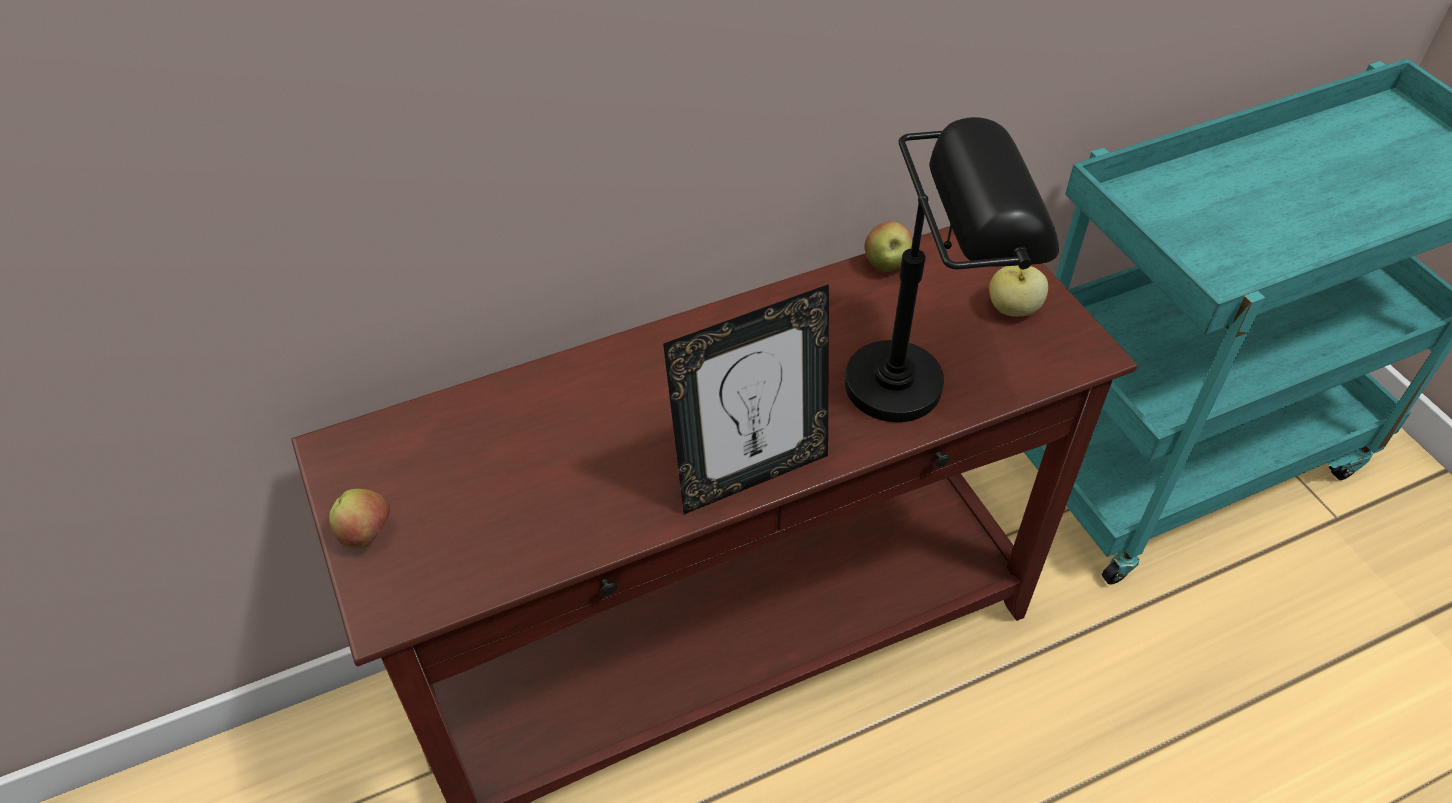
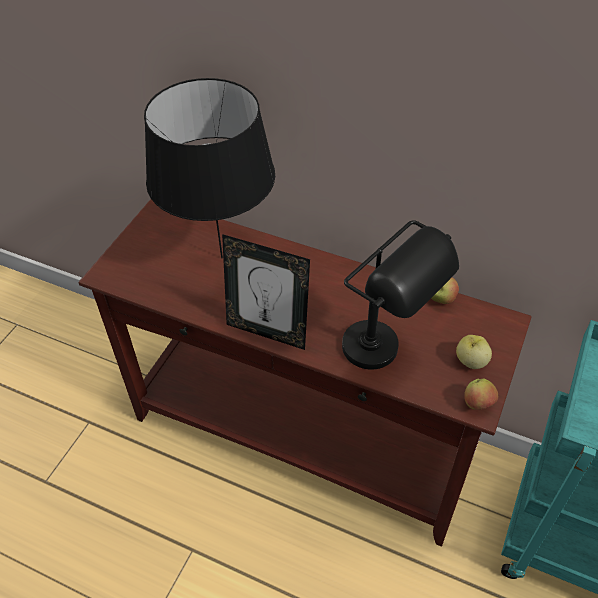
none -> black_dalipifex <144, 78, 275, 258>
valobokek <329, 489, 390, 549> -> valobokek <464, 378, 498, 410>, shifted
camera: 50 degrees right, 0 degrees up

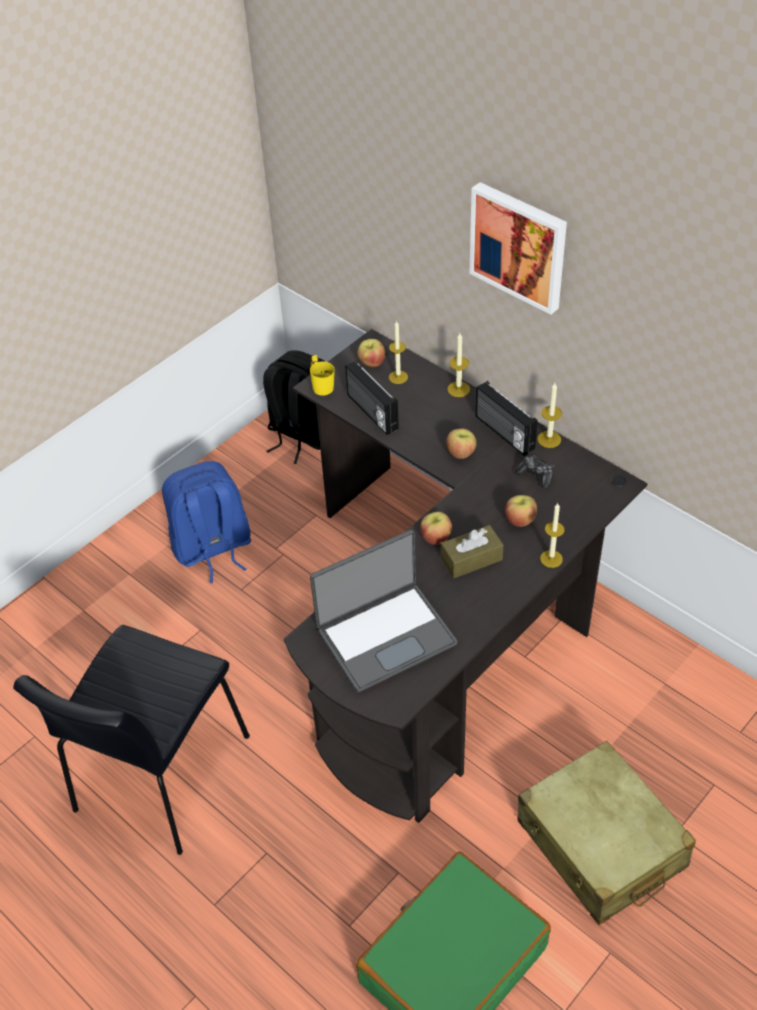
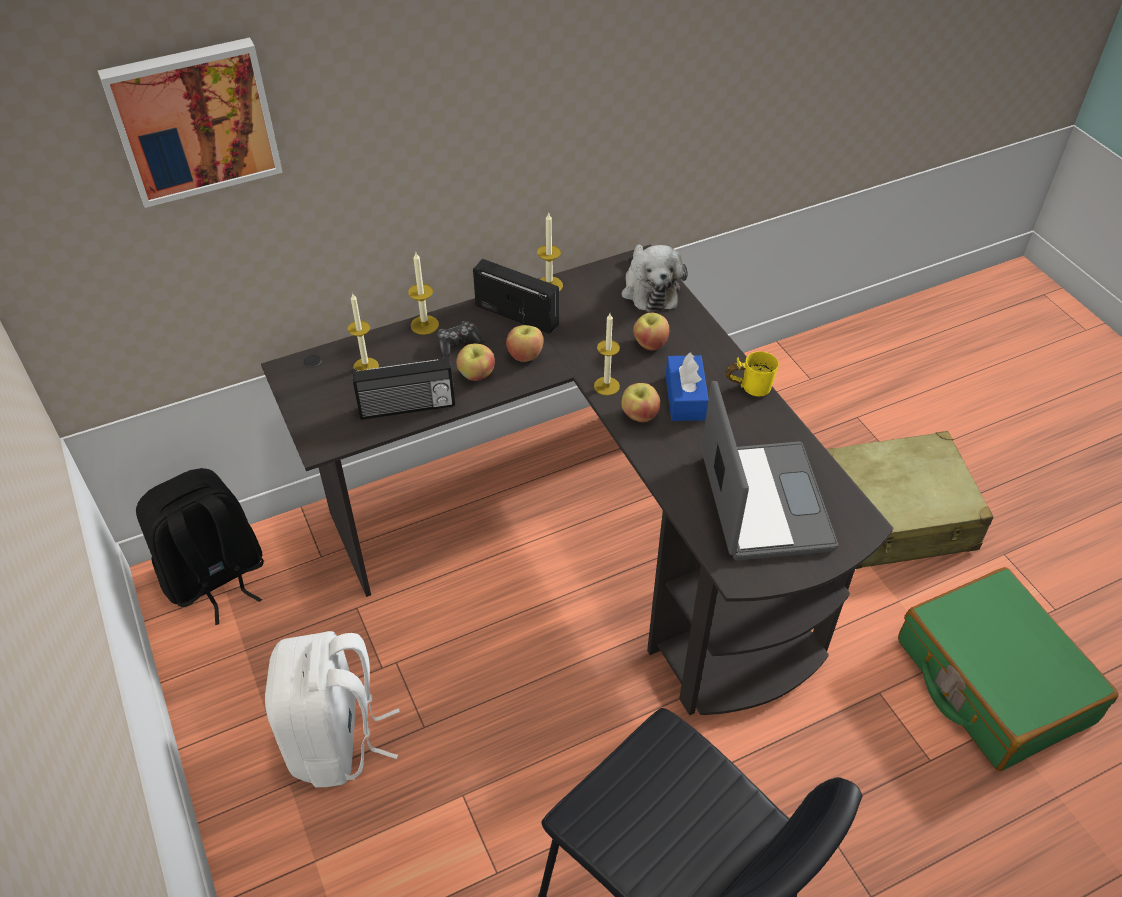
none -> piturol <622, 244, 688, 312>
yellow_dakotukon <310, 355, 335, 396> -> yellow_dakotukon <726, 351, 779, 396>, shifted
valobokek <358, 339, 385, 367> -> valobokek <456, 344, 495, 381>, shifted
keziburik <470, 182, 567, 315> -> keziburik <98, 37, 283, 208>, shifted
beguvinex <515, 455, 554, 489> -> beguvinex <437, 321, 485, 357>, shifted
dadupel <540, 503, 565, 568> -> dadupel <594, 313, 620, 396>, shifted
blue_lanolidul <162, 461, 251, 584> -> white_lanolidul <265, 631, 400, 788>
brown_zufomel <441, 525, 504, 578> -> blue_zufomel <665, 352, 709, 421>
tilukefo <476, 381, 537, 456> -> tilukefo <473, 259, 559, 334>, 135 degrees counterclockwise
camera: 70 degrees left, 0 degrees up

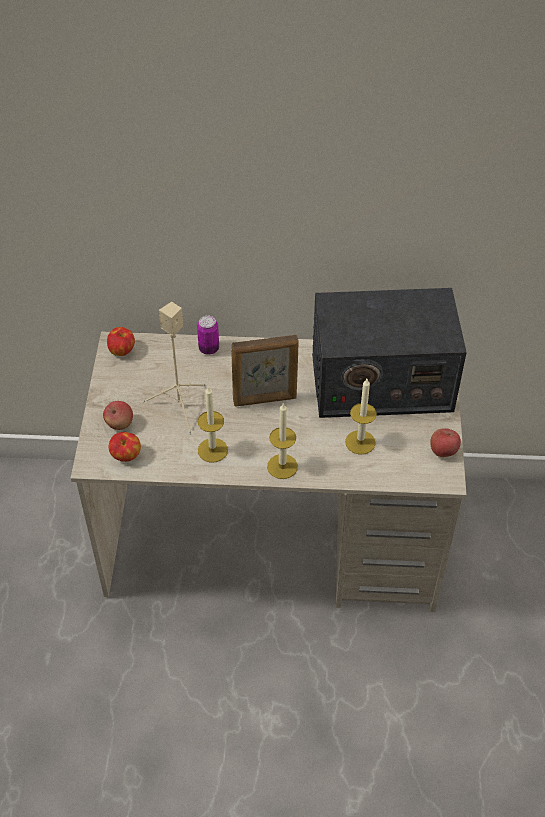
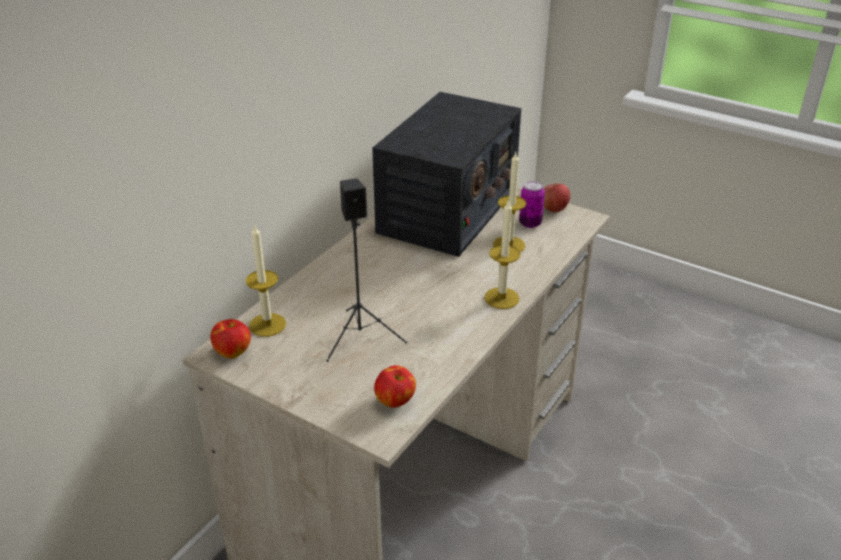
valobokek <103, 401, 133, 430> -> none
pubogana <231, 335, 299, 407> -> none
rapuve <197, 316, 219, 355> -> rapuve <519, 181, 545, 228>, shifted
dadupel <198, 386, 228, 463> -> dadupel <245, 223, 286, 337>, shifted
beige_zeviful <143, 302, 205, 435> -> black_zeviful <326, 178, 407, 362>
camera: 60 degrees left, 15 degrees down

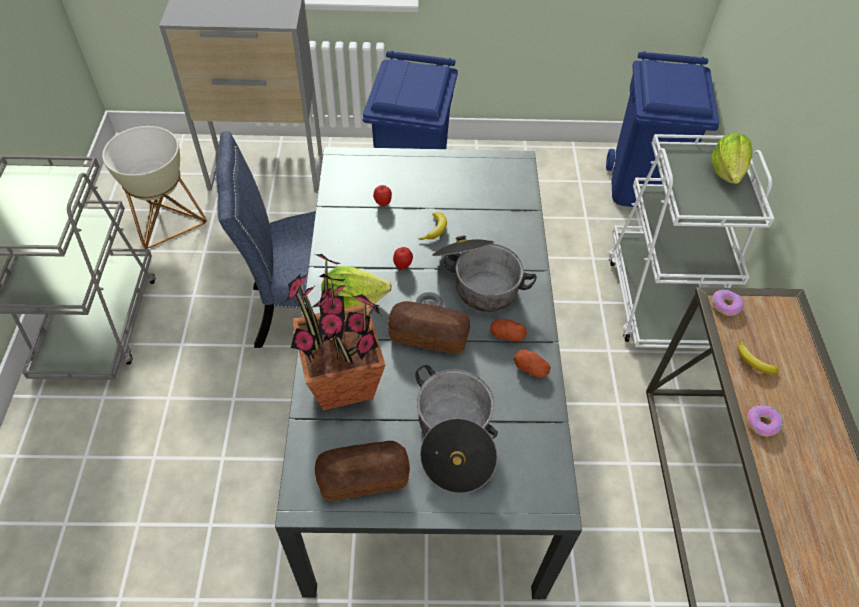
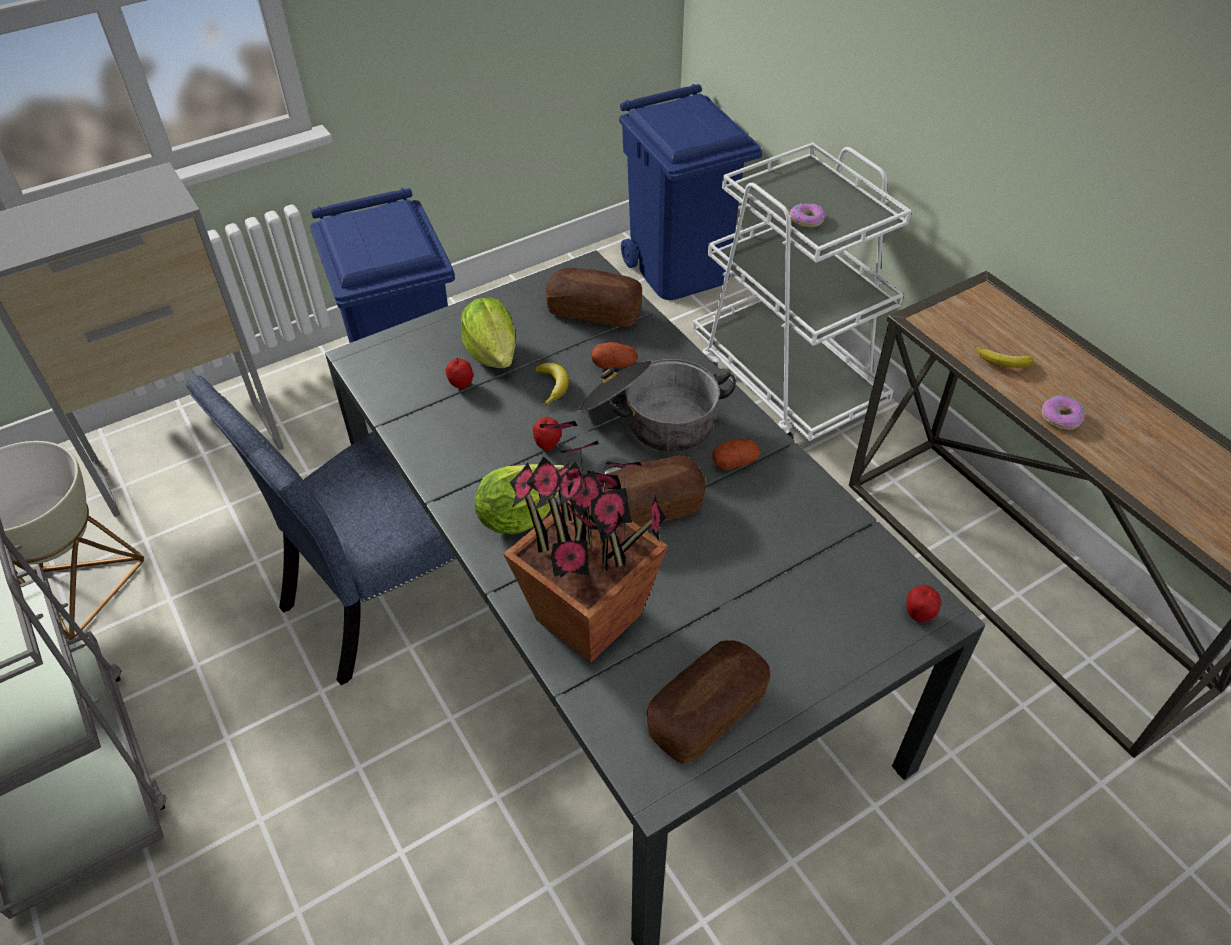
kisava <415, 365, 498, 493> -> none
none -> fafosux <545, 268, 642, 327>
none -> valobokek <906, 585, 941, 623>
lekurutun <514, 350, 551, 378> -> lekurutun <592, 342, 637, 369>, shifted
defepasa <712, 133, 752, 184> -> defepasa <461, 298, 515, 368>, shifted
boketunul <712, 290, 744, 316> -> boketunul <790, 203, 825, 227>, shifted
camera: 30 degrees left, 5 degrees down

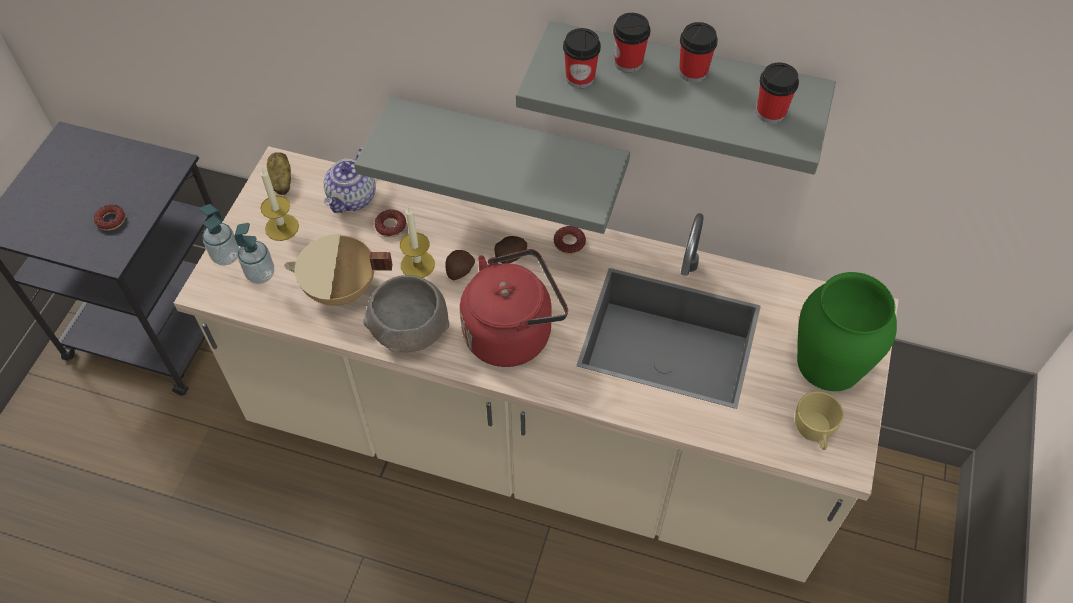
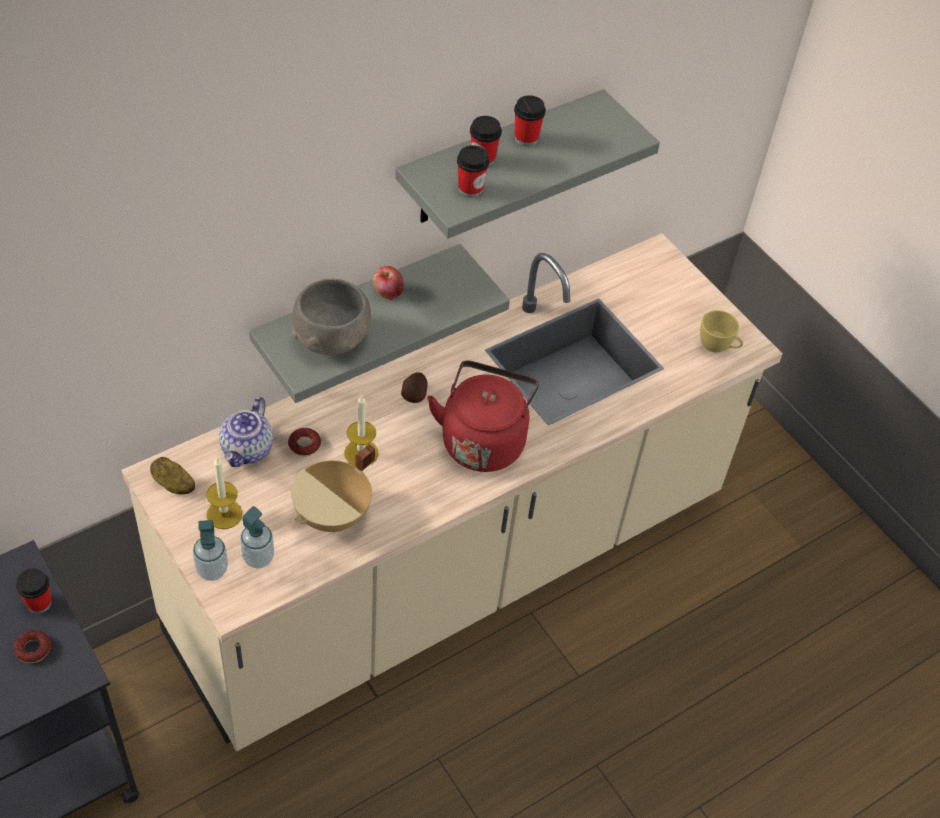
lekurutun <445, 250, 475, 280> -> none
boketunul <554, 226, 586, 254> -> none
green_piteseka <797, 272, 897, 391> -> none
none -> valobokek <373, 266, 404, 300>
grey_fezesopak <363, 275, 450, 353> -> grey_fezesopak <292, 279, 371, 355>, shifted
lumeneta <757, 63, 799, 124> -> lumeneta <16, 568, 52, 614>, shifted
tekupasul <324, 147, 376, 213> -> tekupasul <219, 397, 273, 467>, 45 degrees clockwise
camera: 55 degrees left, 5 degrees down

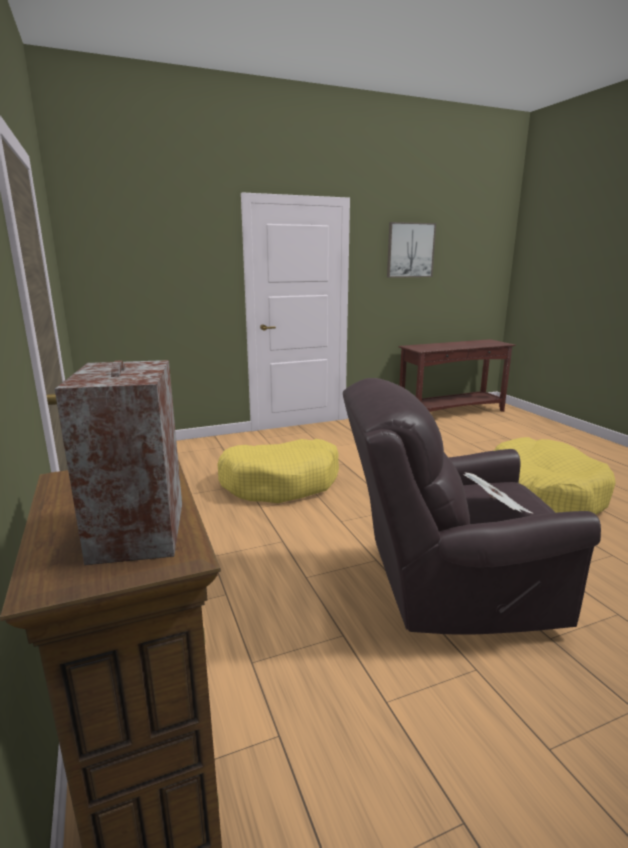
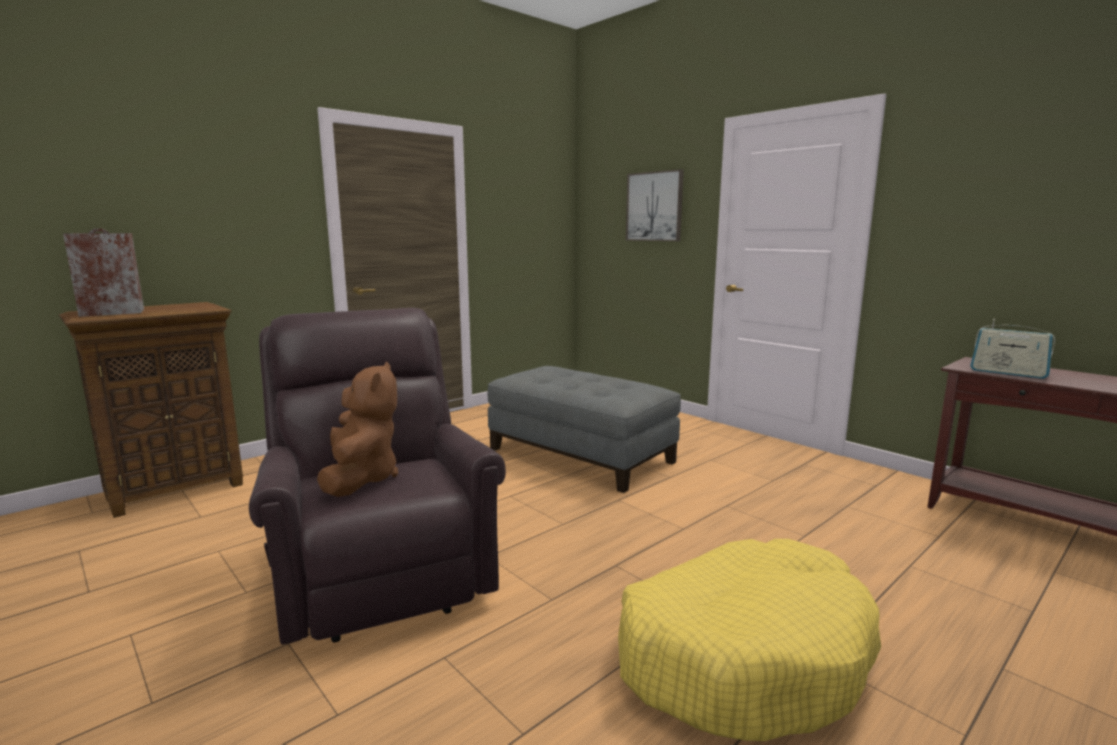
none -> tilukefo <970, 319, 1055, 379>
keziburik <387, 222, 436, 278> -> keziburik <626, 169, 684, 241>, shifted
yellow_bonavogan <217, 439, 339, 503> -> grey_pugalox <488, 366, 681, 493>
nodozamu <463, 472, 533, 513> -> brown_piturol <317, 362, 398, 497>
camera: 70 degrees right, 5 degrees down

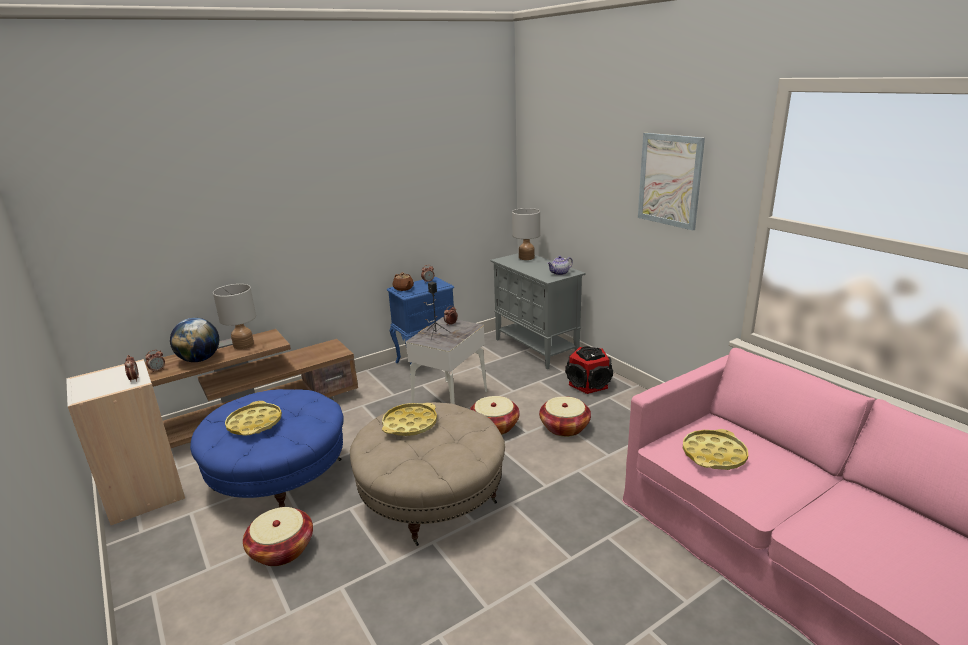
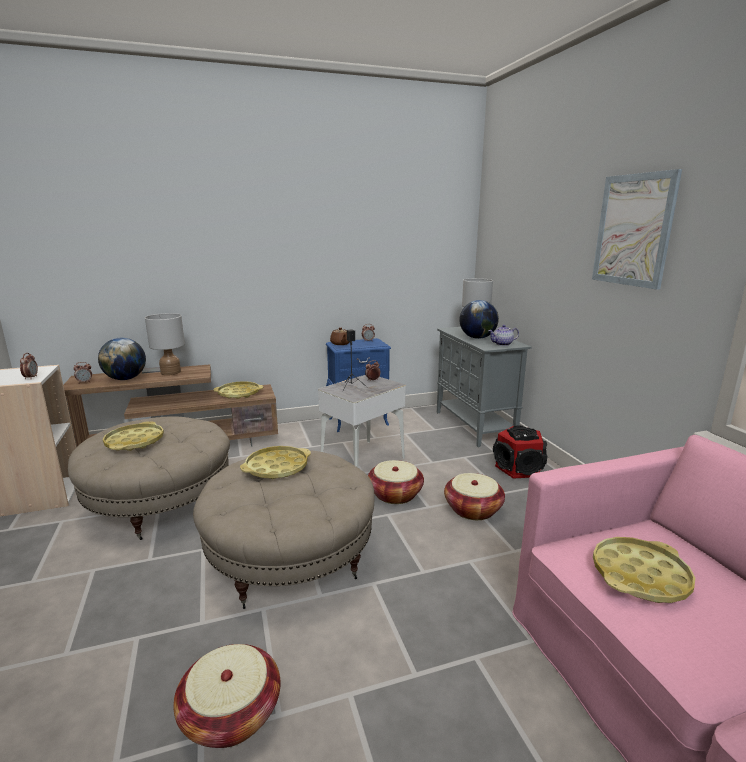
none -> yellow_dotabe <213, 381, 263, 399>
none -> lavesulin <459, 300, 499, 339>
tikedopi <243, 507, 313, 566> -> tikedopi <173, 644, 280, 748>, shifted
blue_pugalox <190, 389, 343, 507> -> beige_pugalox <68, 417, 230, 540>
camera: 15 degrees right, 5 degrees down

